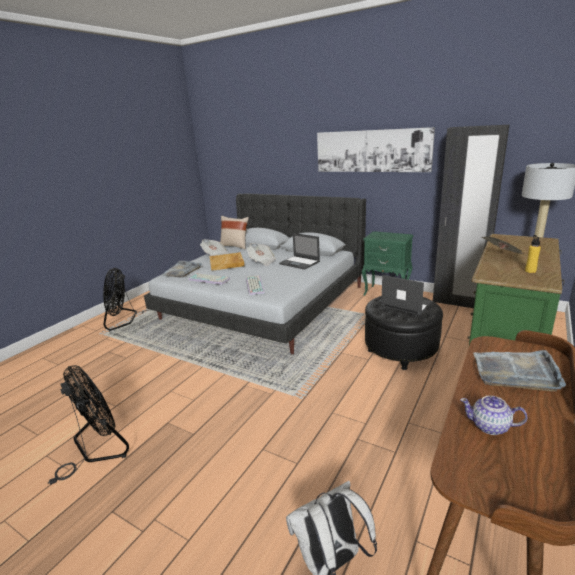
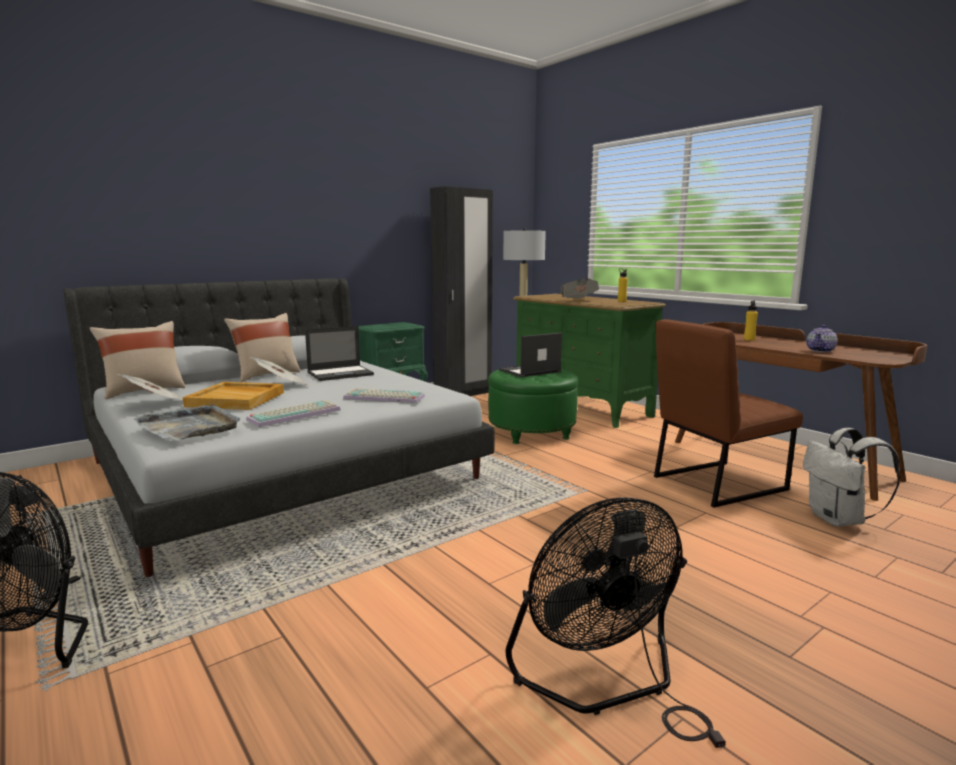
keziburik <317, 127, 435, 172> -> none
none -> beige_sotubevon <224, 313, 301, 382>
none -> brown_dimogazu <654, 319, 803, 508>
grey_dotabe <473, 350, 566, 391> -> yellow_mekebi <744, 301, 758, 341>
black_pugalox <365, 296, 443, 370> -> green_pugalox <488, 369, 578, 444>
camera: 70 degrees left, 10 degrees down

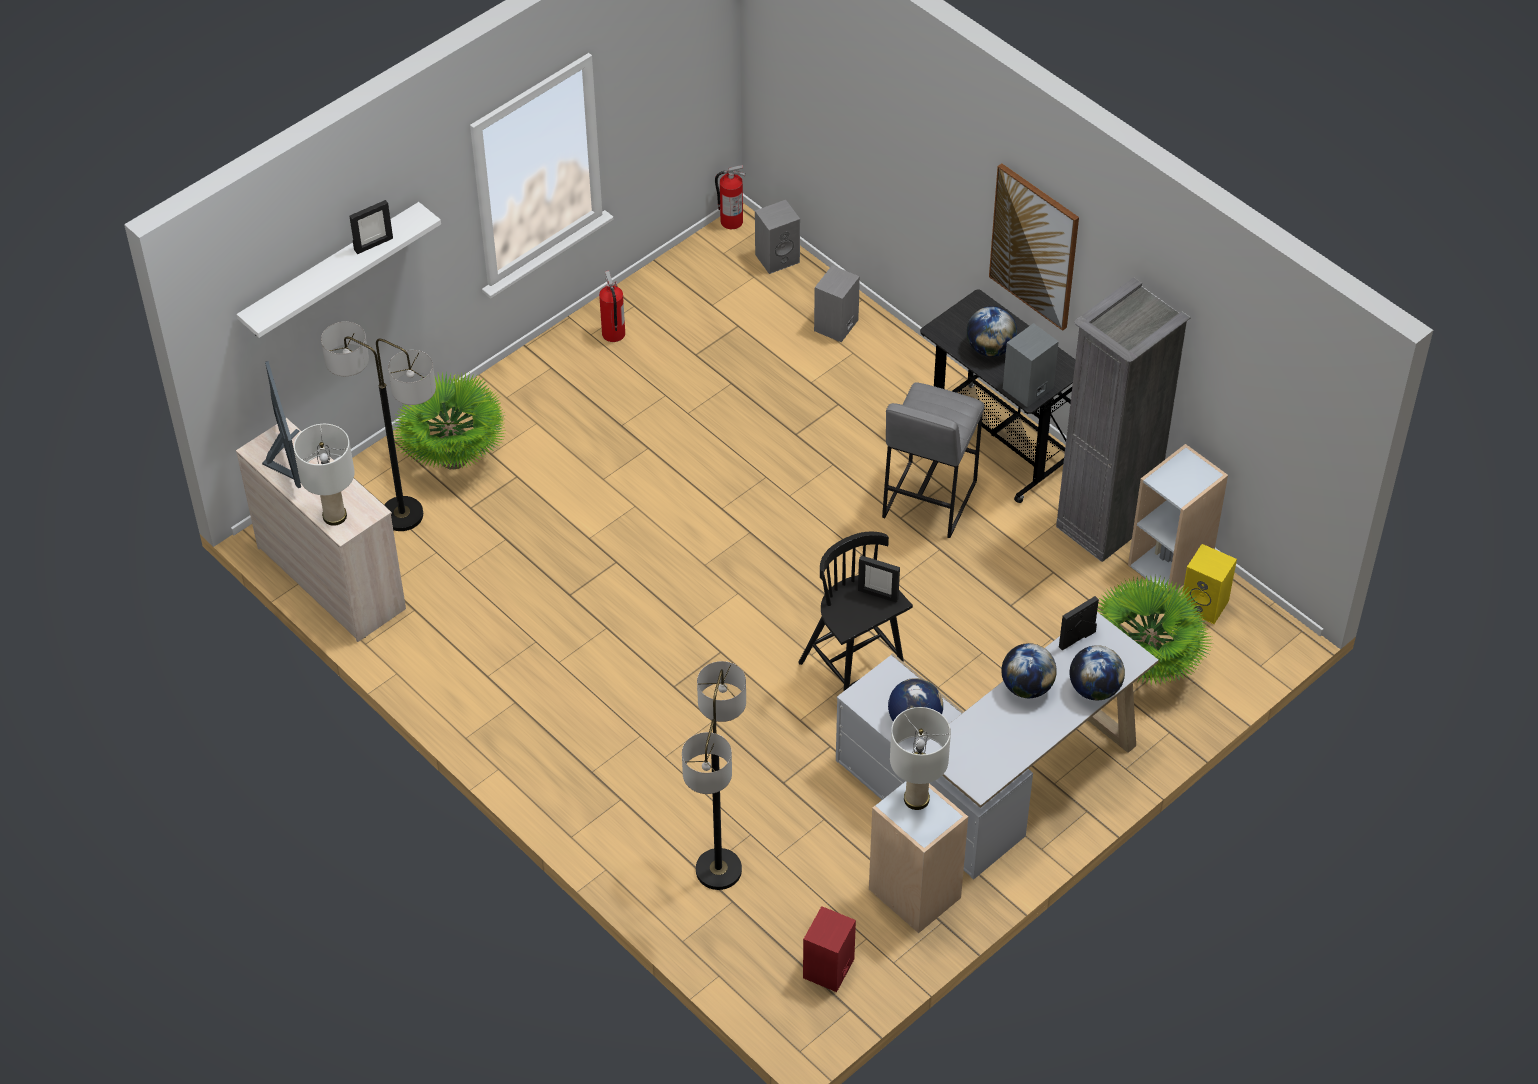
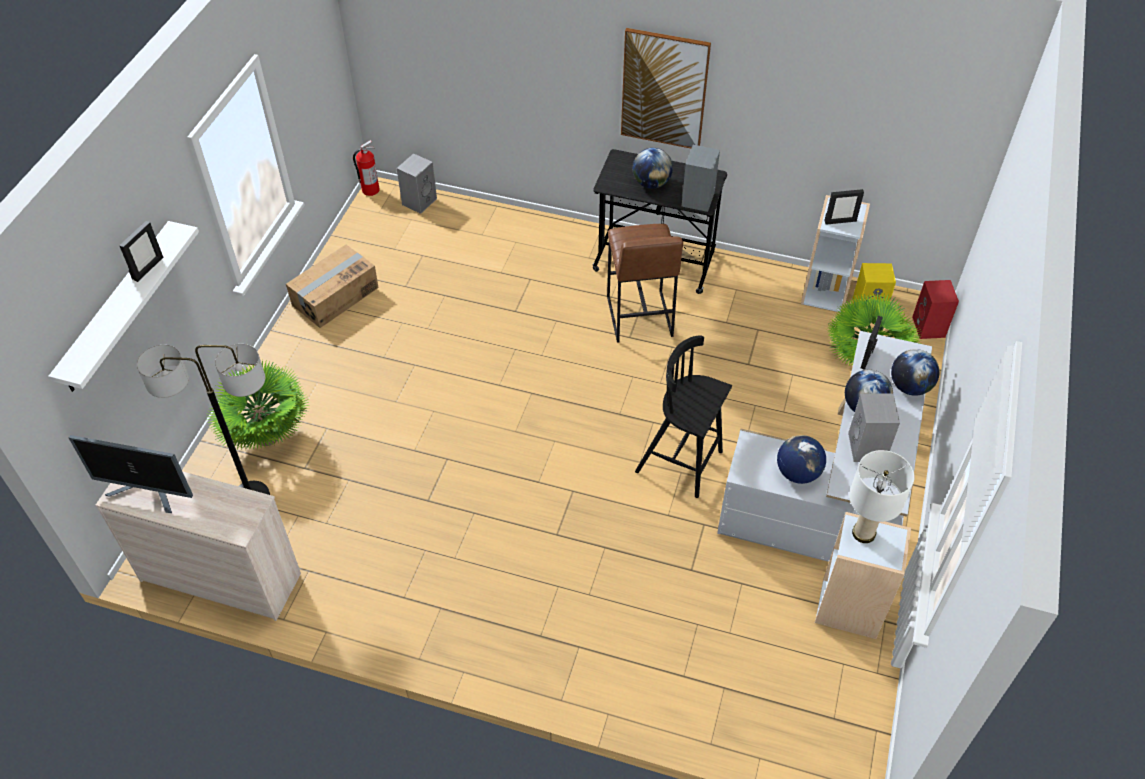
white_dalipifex <294, 424, 355, 526> -> none
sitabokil <682, 661, 746, 890> -> none
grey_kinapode <1056, 277, 1191, 562> -> none
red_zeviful <803, 906, 856, 992> -> red_zeviful <912, 280, 959, 339>, shifted
grey_zeviful <814, 265, 860, 342> -> grey_zeviful <848, 393, 900, 462>, shifted
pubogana <858, 555, 900, 603> -> pubogana <824, 189, 864, 225>, shifted
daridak <599, 270, 625, 342> -> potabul <286, 245, 379, 328>
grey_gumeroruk <882, 382, 984, 538> -> brown_gumeroruk <607, 224, 683, 343>
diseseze <262, 361, 301, 488> -> diseseze <69, 435, 193, 513>, 150 degrees clockwise
camera: 30 degrees left, 0 degrees up

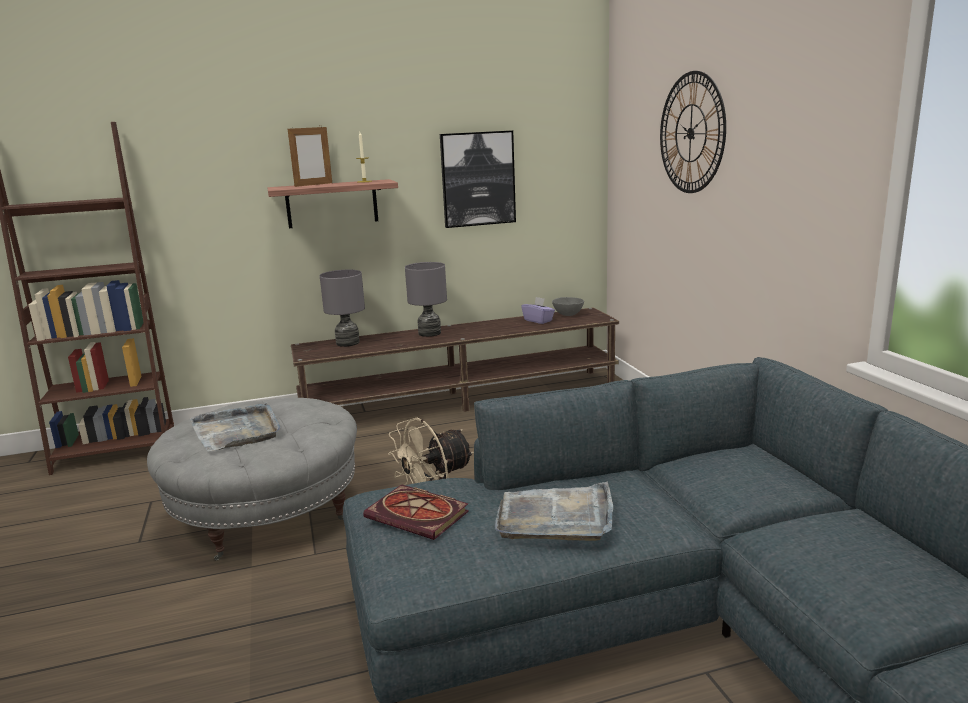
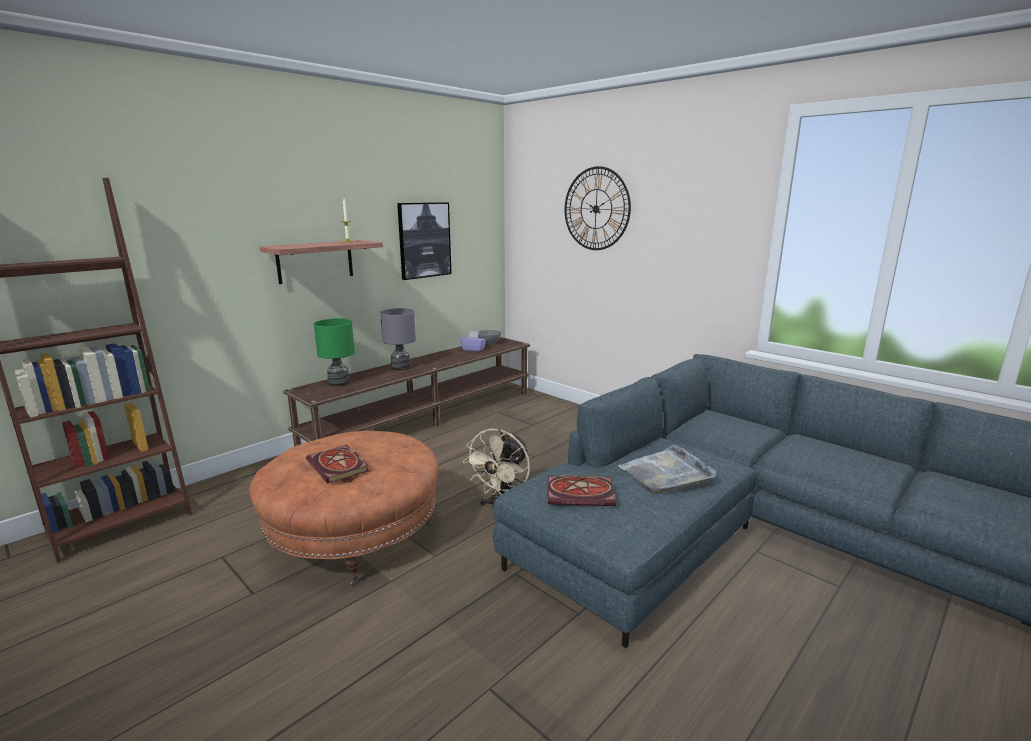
pubogana <288, 126, 332, 187> -> none
grey_dotabe <190, 403, 281, 451> -> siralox <306, 445, 369, 483>
grey_pugalox <147, 398, 357, 560> -> brown_pugalox <249, 431, 439, 586>
grey_dalipifex <320, 270, 365, 347> -> green_dalipifex <314, 318, 355, 386>
camera: 30 degrees left, 0 degrees up

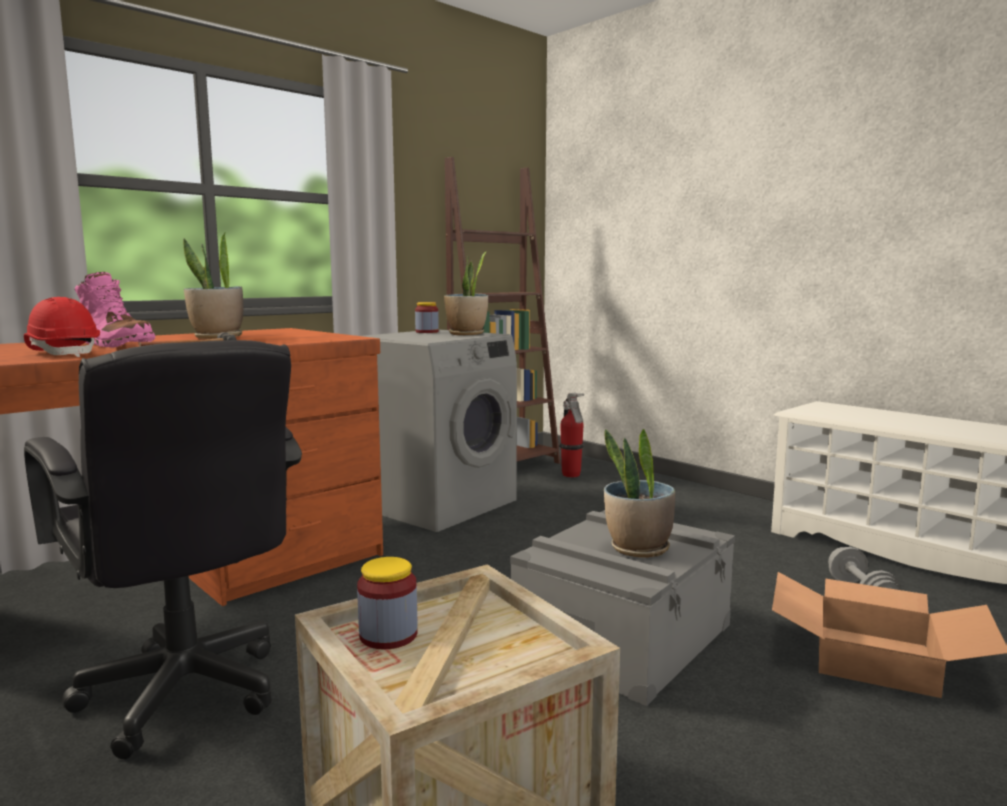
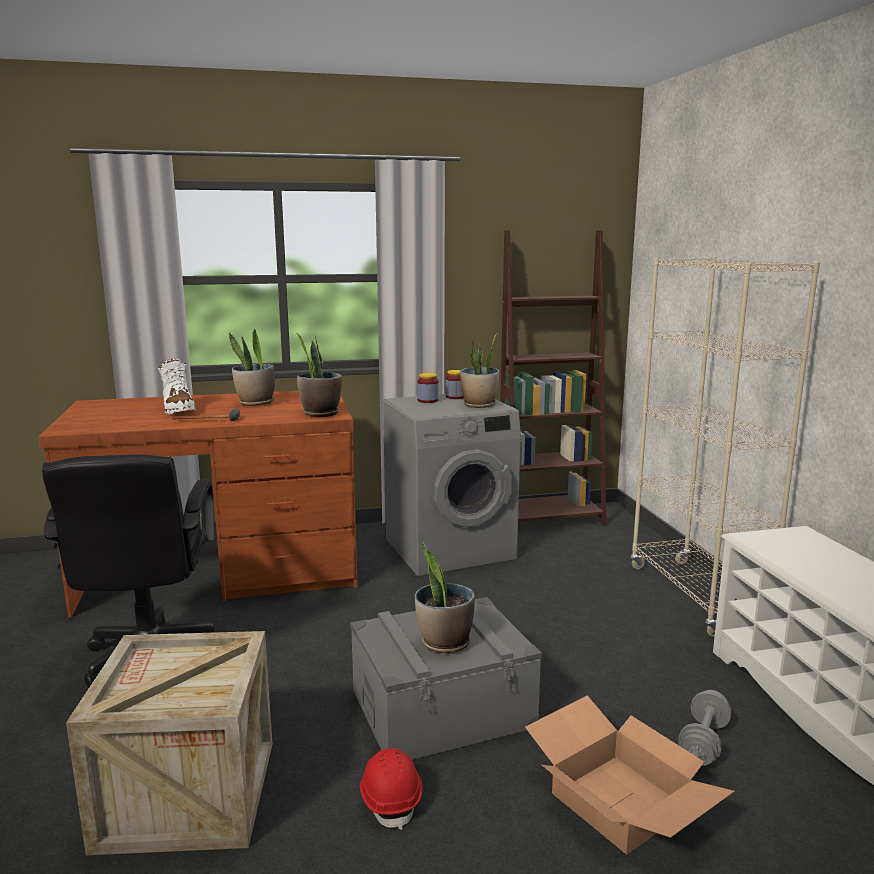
daridak <560, 393, 584, 478> -> none
none -> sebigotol <297, 334, 342, 417>
none -> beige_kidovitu <630, 257, 820, 637>
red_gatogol <24, 297, 100, 357> -> red_gatogol <360, 748, 422, 830>, shifted
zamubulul <357, 557, 418, 649> -> zamubulul <417, 373, 439, 403>, shifted
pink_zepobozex <75, 272, 156, 348> -> white_zepobozex <158, 359, 196, 415>
camera: 30 degrees right, 5 degrees up

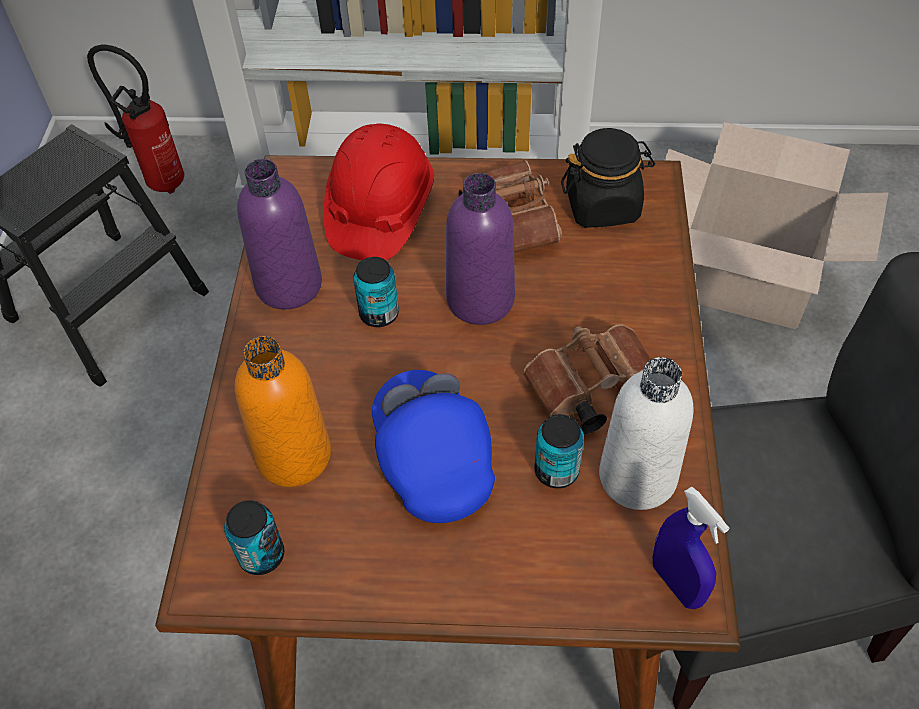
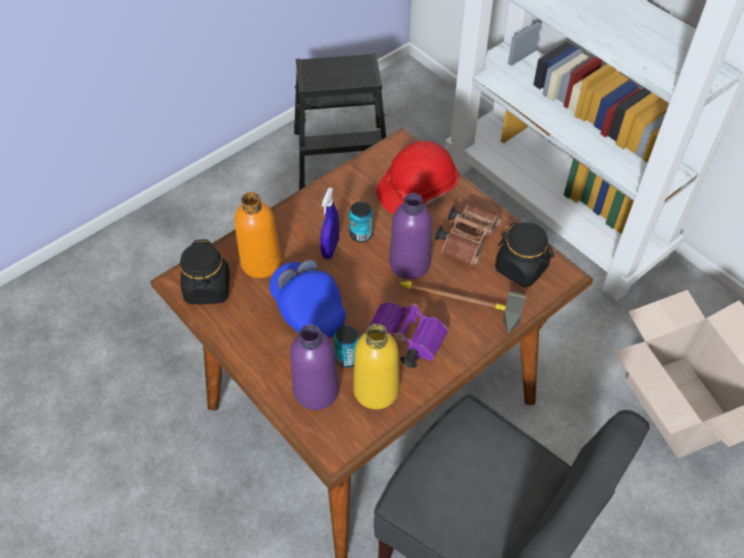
daridak <87, 44, 184, 194> -> none
none -> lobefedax <400, 281, 527, 334>
purple_mekebi <237, 159, 322, 309> -> purple_mekebi <290, 324, 339, 410>, shifted
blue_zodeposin <653, 487, 729, 609> -> blue_zodeposin <320, 188, 339, 259>, shifted
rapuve <224, 500, 284, 575> -> black_zamubulul <180, 239, 230, 304>
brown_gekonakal <523, 324, 651, 434> -> purple_gekonakal <370, 301, 448, 368>
white_mekebi <599, 357, 694, 510> -> yellow_mekebi <353, 324, 399, 409>
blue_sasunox <372, 370, 495, 523> -> blue_sasunox <269, 260, 346, 338>, 60 degrees counterclockwise
camera: 45 degrees right, 0 degrees up

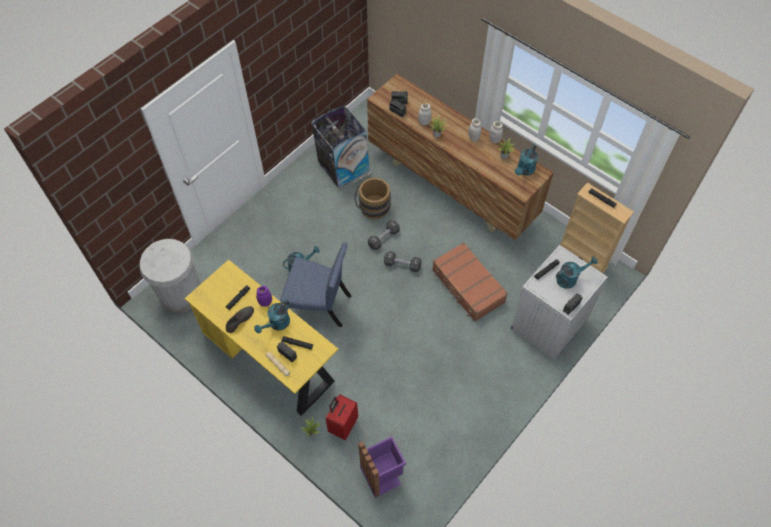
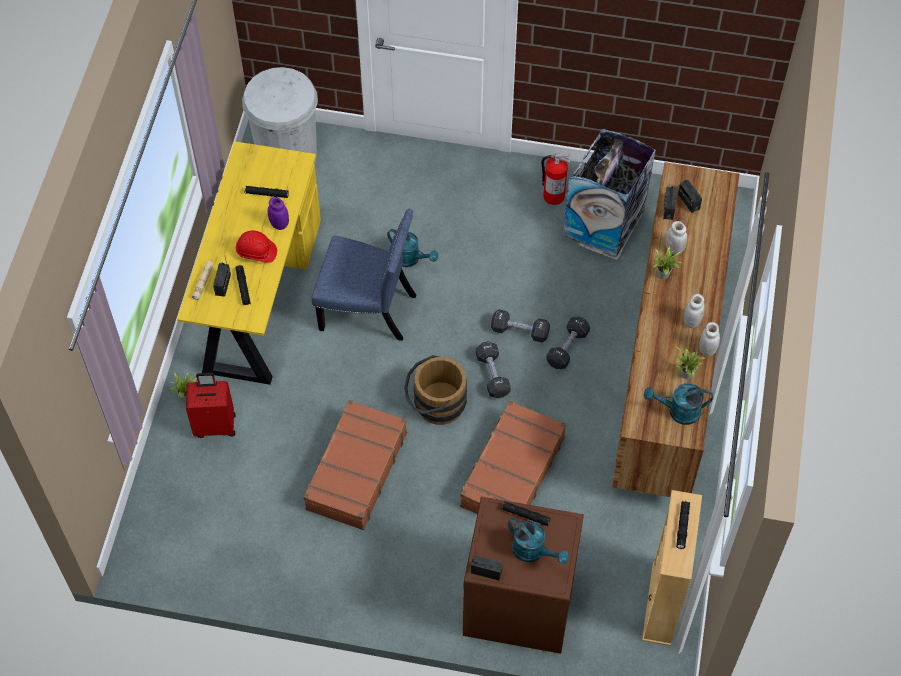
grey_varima <226, 306, 254, 333> -> none
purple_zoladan <358, 436, 406, 497> -> none
none -> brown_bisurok <304, 400, 407, 530>
none -> daridak <542, 153, 571, 205>
none -> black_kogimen <546, 317, 590, 369>
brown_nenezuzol <354, 178, 392, 219> -> brown_nenezuzol <404, 355, 467, 425>, shifted
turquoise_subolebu <254, 299, 290, 333> -> red_gatogol <236, 230, 277, 263>
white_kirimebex <511, 245, 608, 360> -> brown_kirimebex <463, 497, 584, 654>
blue_dimogazu <280, 242, 352, 327> -> blue_dimogazu <312, 209, 416, 341>, 60 degrees counterclockwise
camera: 60 degrees right, 0 degrees up

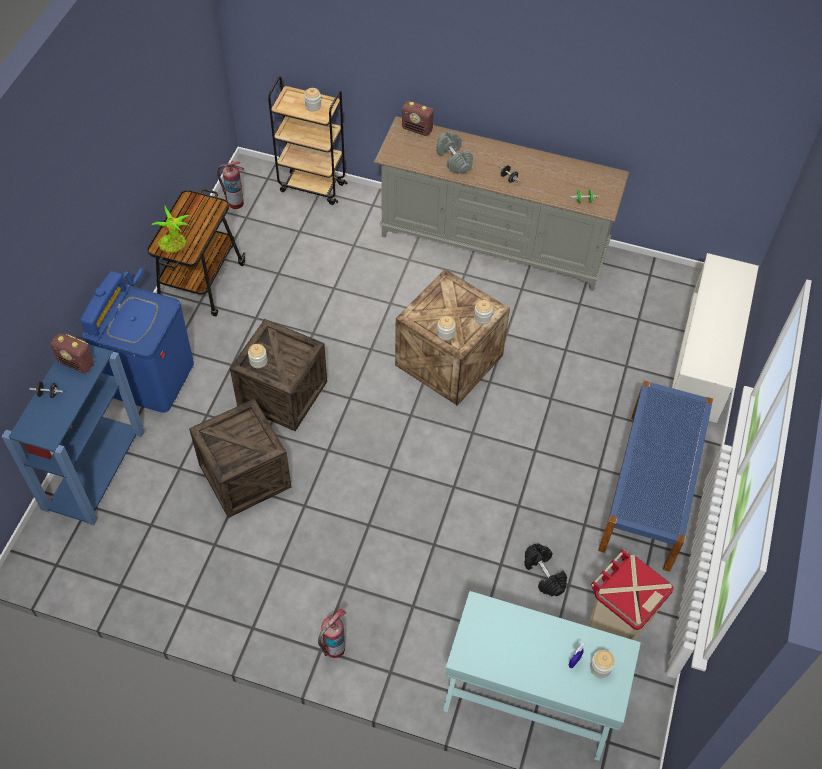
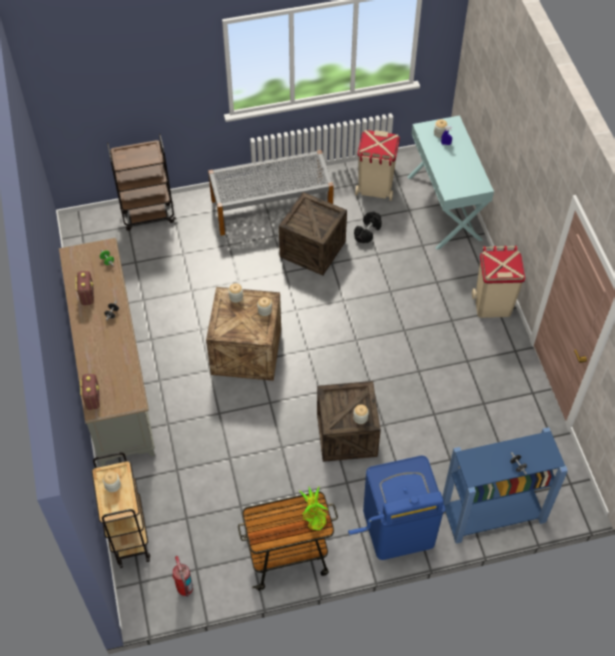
grey_kogimen <436, 132, 473, 174> -> none
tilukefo <51, 333, 94, 373> -> tilukefo <76, 271, 94, 305>, shifted
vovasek <189, 399, 291, 518> -> vovasek <279, 192, 347, 275>, shifted
daridak <318, 609, 347, 658> -> beige_zoladan <472, 246, 525, 318>
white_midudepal <672, 253, 759, 423> -> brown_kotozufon <107, 134, 177, 231>
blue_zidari <598, 380, 713, 572> -> grey_zidari <208, 150, 334, 236>
camera: 120 degrees left, 0 degrees up

